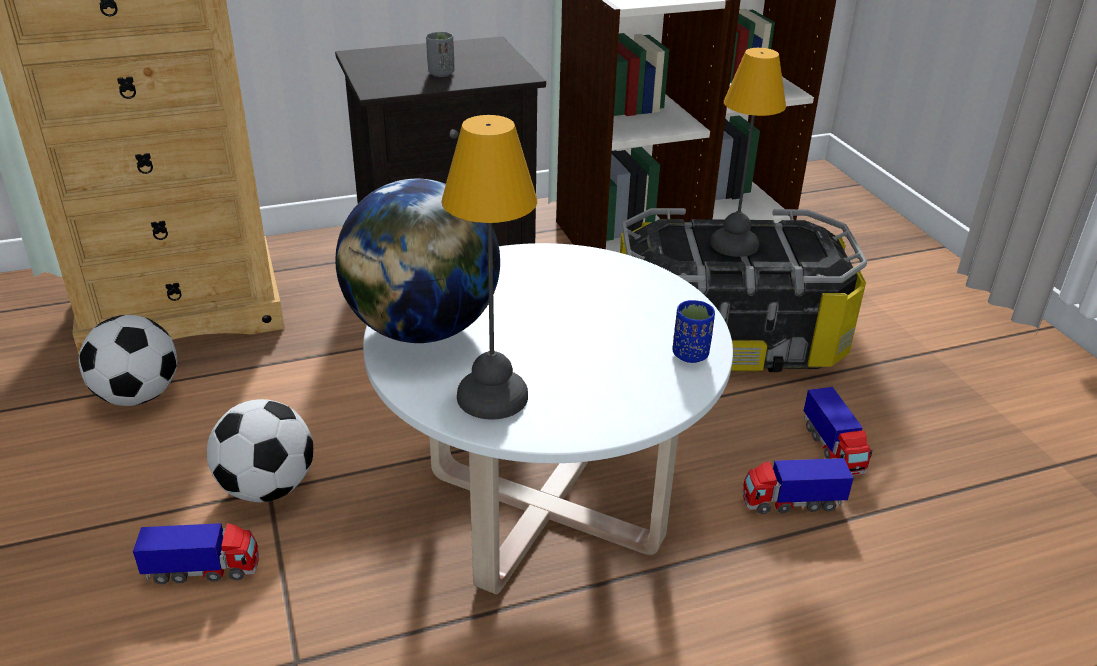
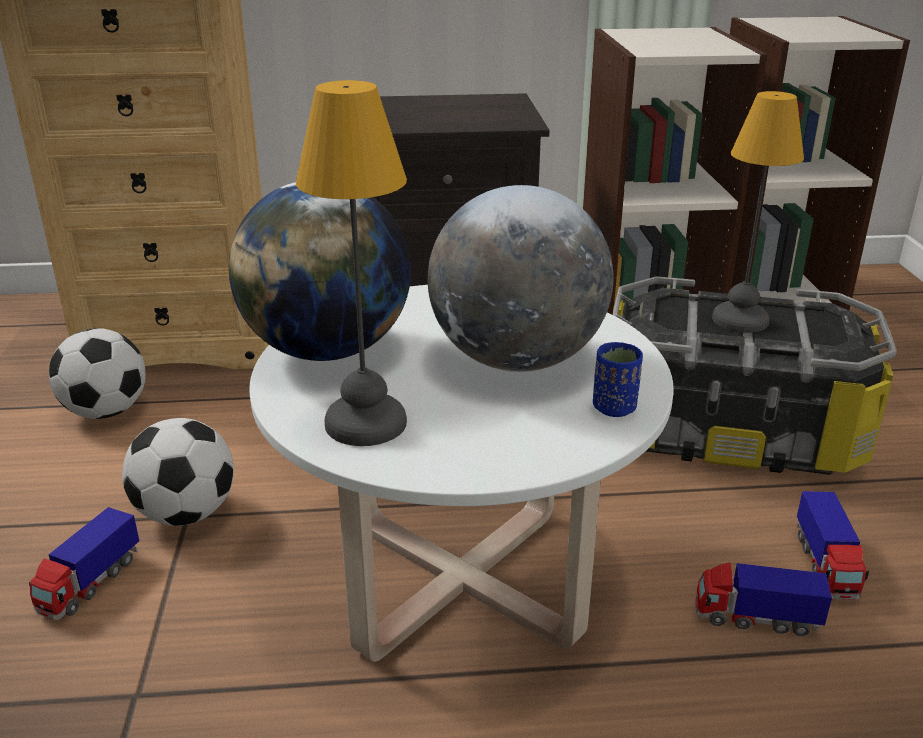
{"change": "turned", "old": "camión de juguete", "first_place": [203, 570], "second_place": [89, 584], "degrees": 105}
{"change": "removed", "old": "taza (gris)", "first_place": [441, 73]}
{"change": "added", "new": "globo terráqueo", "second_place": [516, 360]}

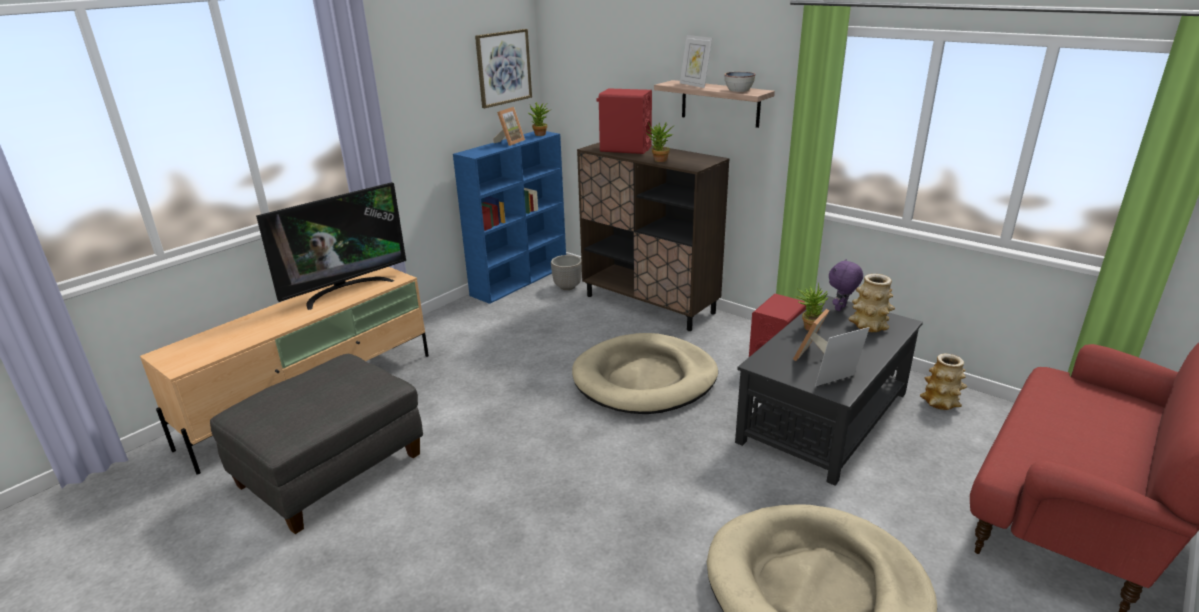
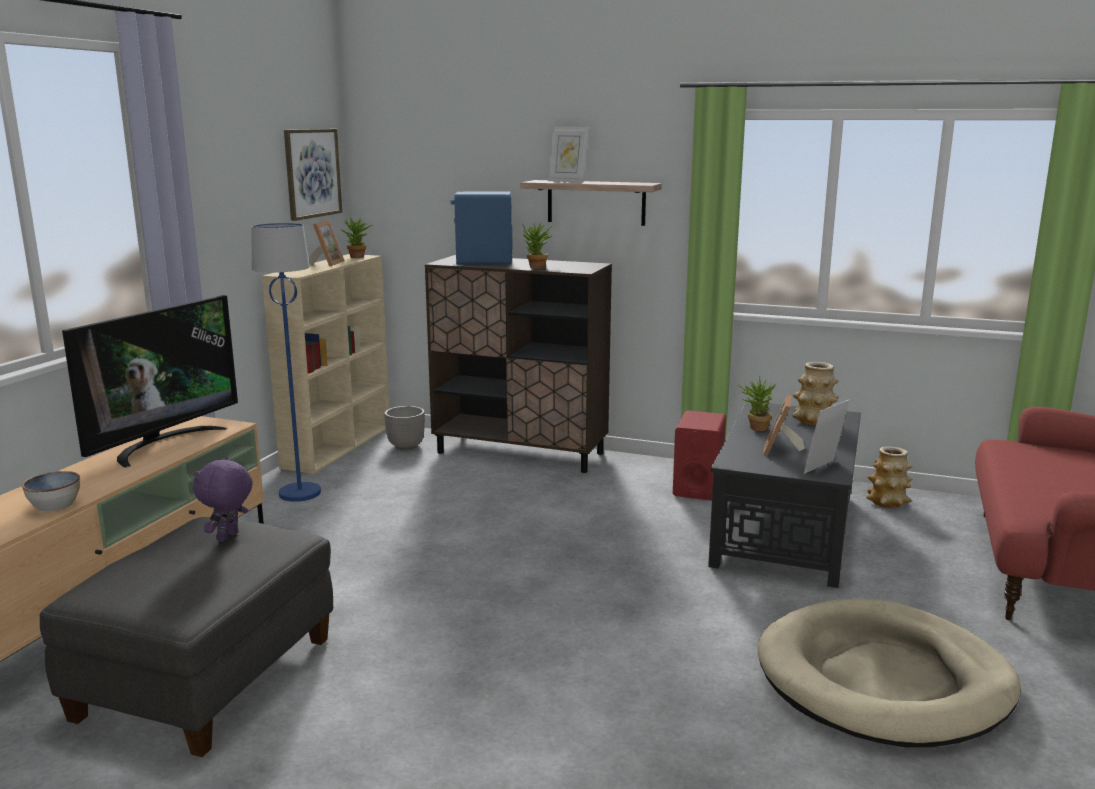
{"change": "recoloured", "old": "estantería (azul)", "new": "estantería (beis)", "first_place": [520, 280], "second_place": [338, 446]}
{"change": "removed", "old": "cama para perro (beis)", "first_place": [645, 379]}
{"change": "recoloured", "old": "altavoz (rojo)", "new": "altavoz (azul)", "first_place": [625, 149], "second_place": [484, 261]}
{"change": "moved", "old": "cuenco", "first_place": [738, 90], "second_place": [55, 505]}
{"change": "moved", "old": "peluche (morado)", "first_place": [841, 308], "second_place": [228, 537]}
{"change": "added", "new": "lámpara de pie (azul)", "second_place": [299, 493]}

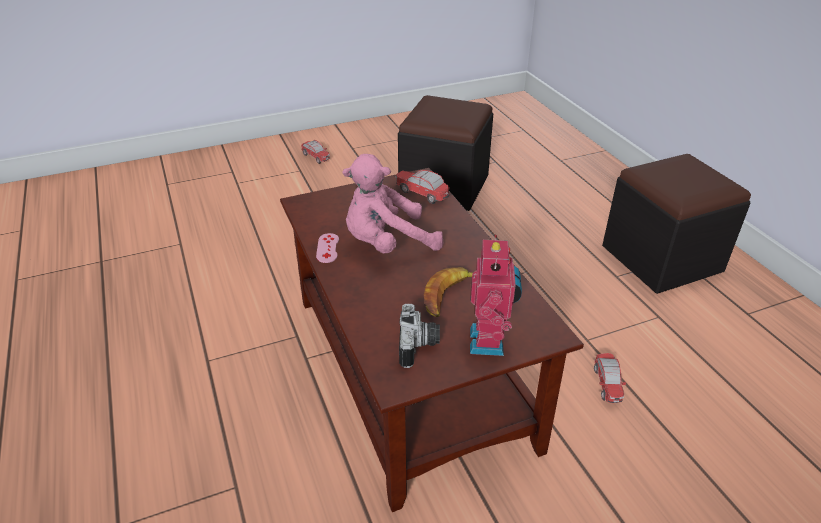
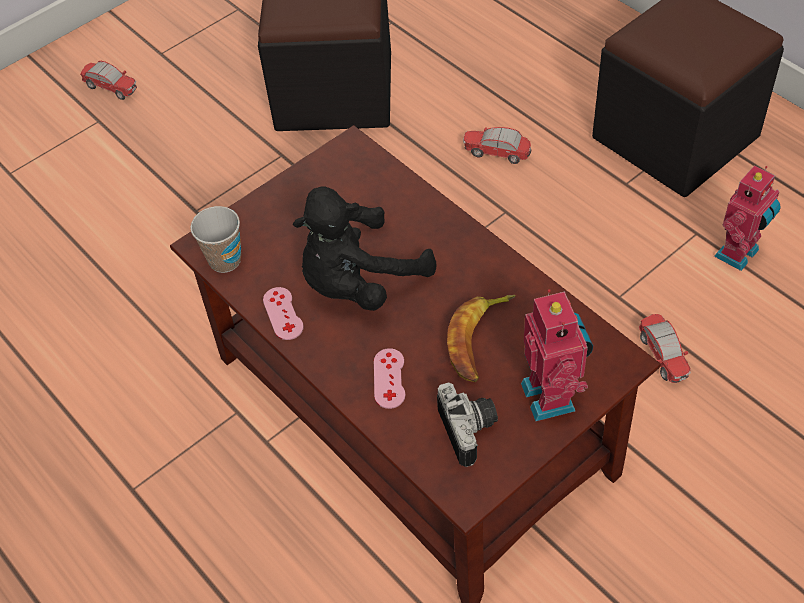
{"change": "recoloured", "old": "peluche (rosa)", "new": "peluche (negro)", "first_place": [387, 244], "second_place": [359, 281]}
{"change": "moved", "old": "coche de juguete", "first_place": [422, 195], "second_place": [497, 154]}
{"change": "added", "new": "taza", "second_place": [225, 260]}
{"change": "added", "new": "mando de consola (rosa)", "second_place": [389, 378]}
{"change": "added", "new": "robot de juguete", "second_place": [739, 254]}

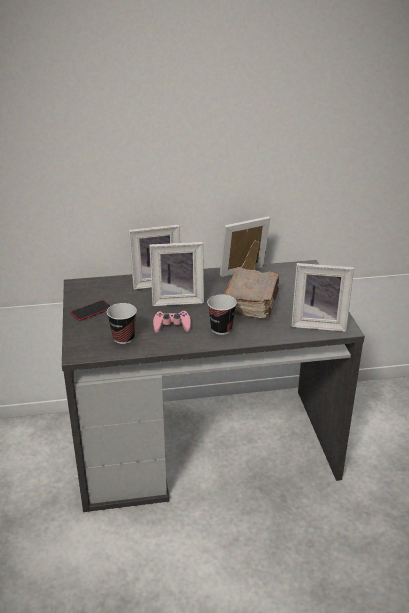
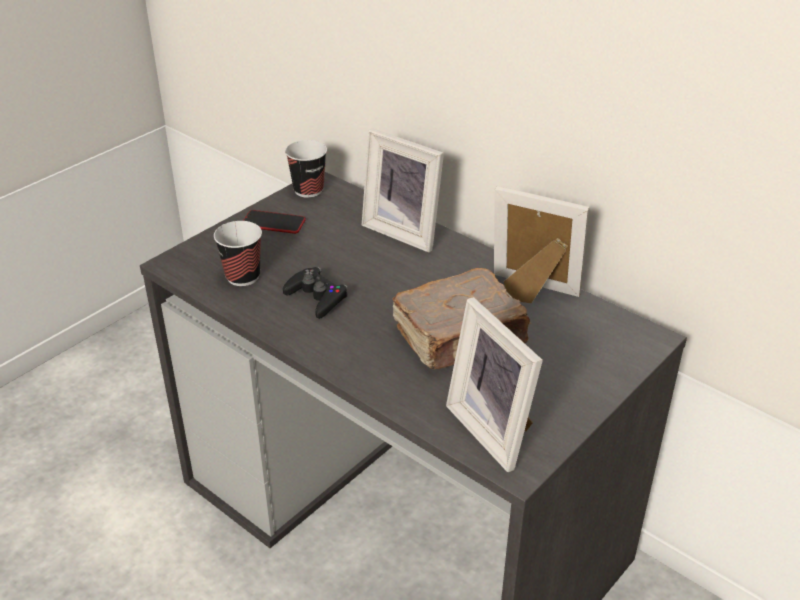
{"change": "removed", "old": "portarretratos", "first_place": [177, 299]}
{"change": "recoloured", "old": "mando de consola (rosa)", "new": "mando de consola (negro)", "first_place": [172, 325], "second_place": [316, 297]}
{"change": "moved", "old": "taza", "first_place": [221, 329], "second_place": [308, 190]}

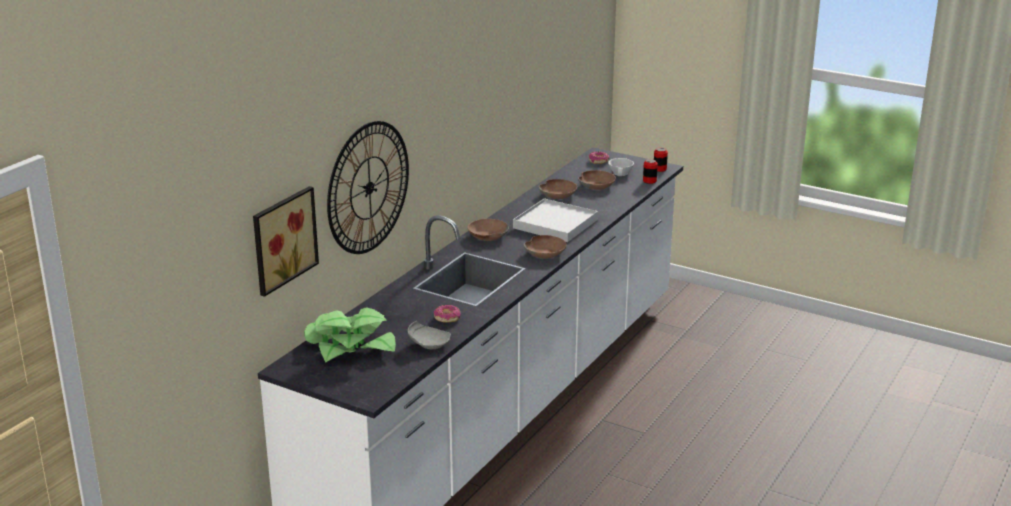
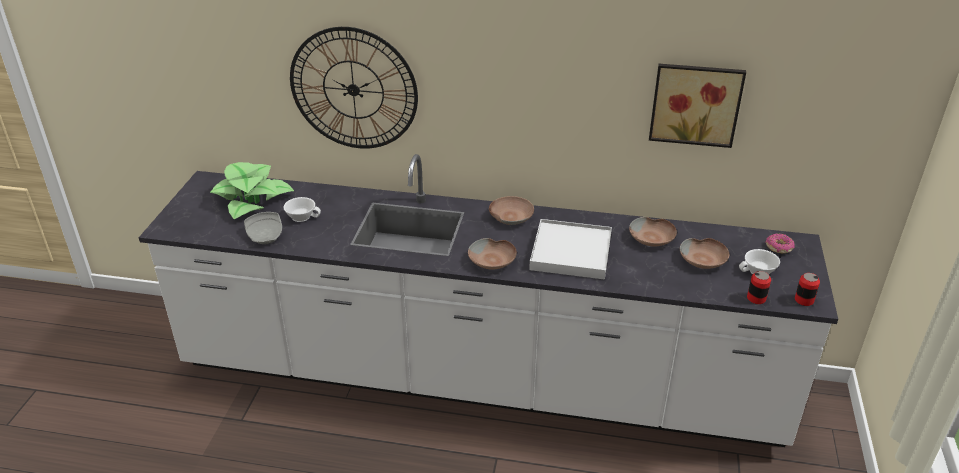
{"change": "moved", "old": "cuadro", "first_place": [282, 239], "second_place": [695, 103]}
{"change": "removed", "old": "rosquilla", "first_place": [447, 318]}
{"change": "added", "new": "taza (blanco)", "second_place": [302, 216]}

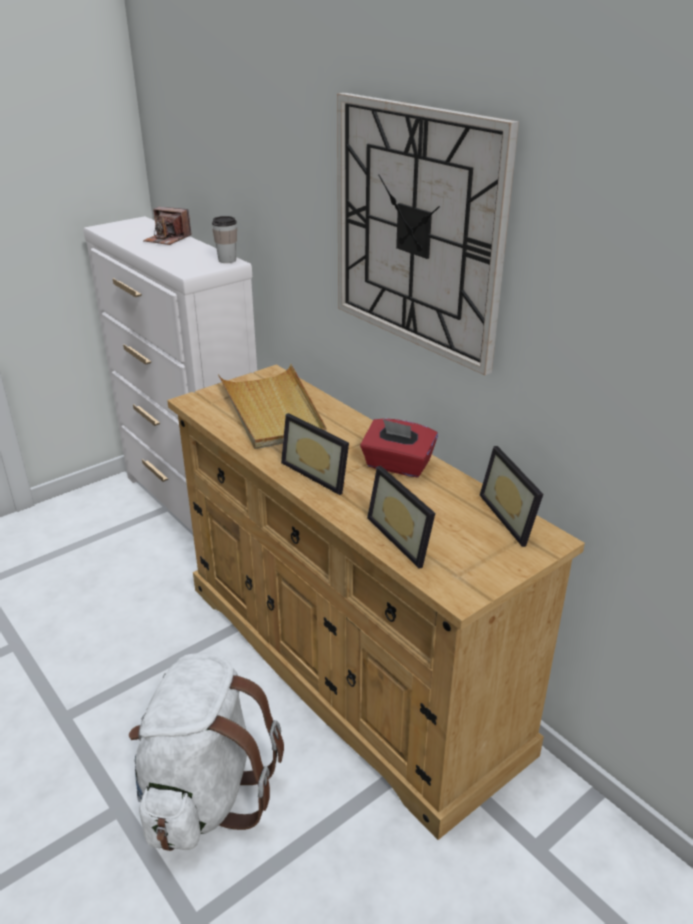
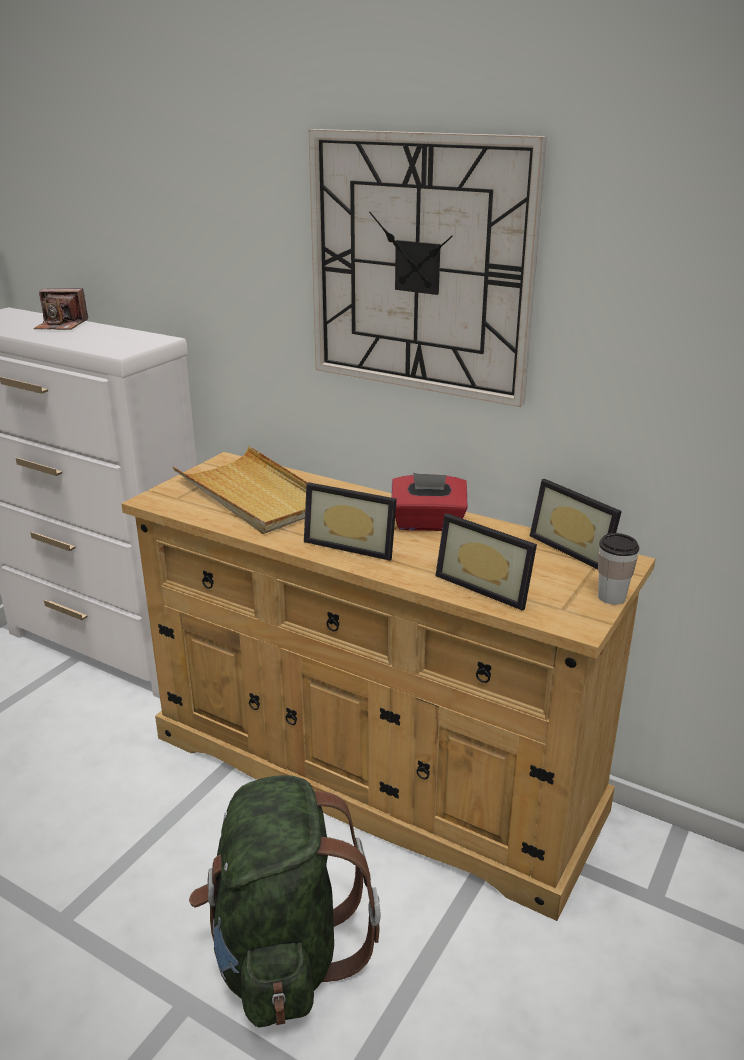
{"change": "recoloured", "old": "mochila (blanco)", "new": "mochila (verde)", "first_place": [204, 793], "second_place": [282, 953]}
{"change": "moved", "old": "taza", "first_place": [227, 260], "second_place": [611, 597]}

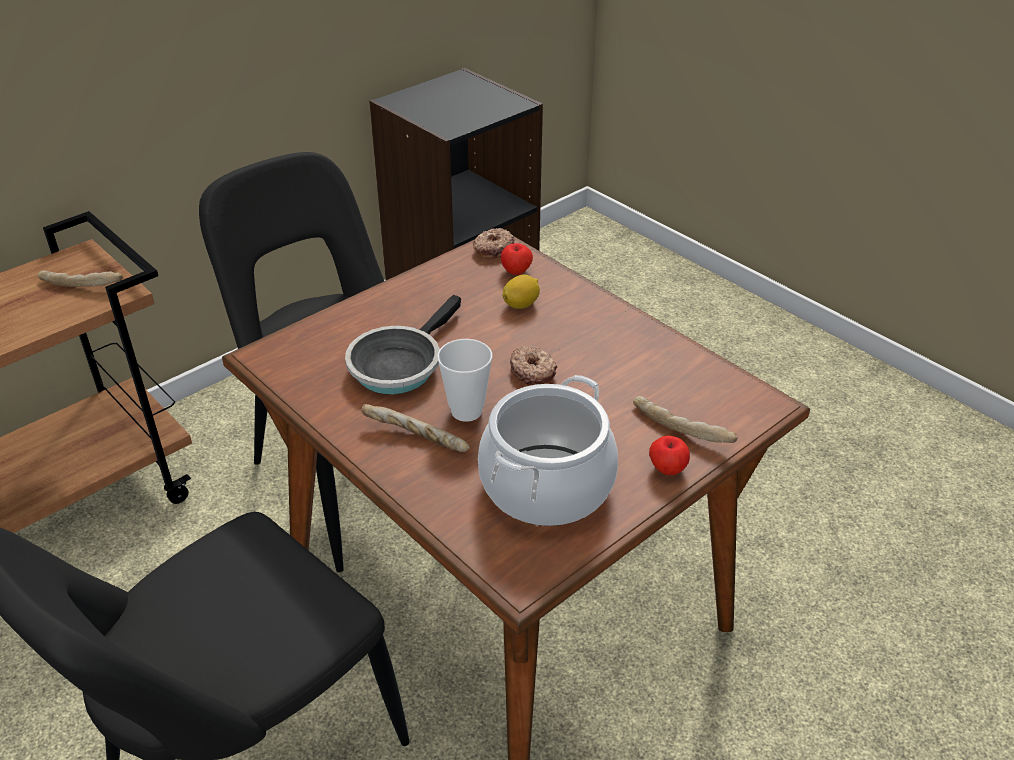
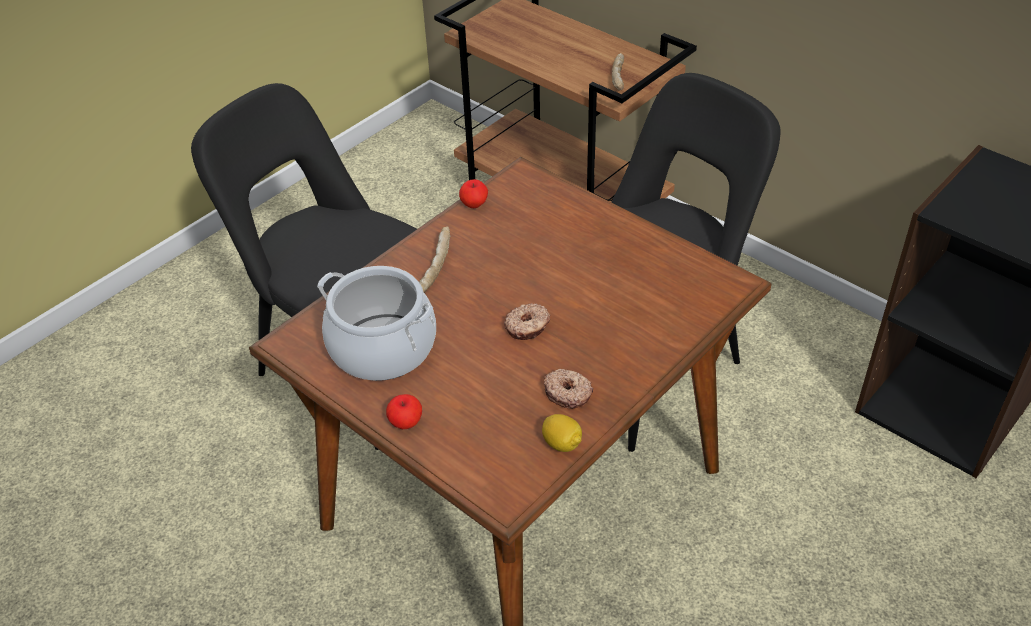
{"change": "removed", "old": "sartén", "first_place": [399, 364]}
{"change": "removed", "old": "taza", "first_place": [466, 411]}
{"change": "moved", "old": "rosquilla", "first_place": [493, 249], "second_place": [568, 393]}
{"change": "moved", "old": "manzana", "first_place": [516, 271], "second_place": [474, 204]}
{"change": "moved", "old": "limón", "first_place": [521, 304], "second_place": [562, 443]}
{"change": "removed", "old": "pan", "first_place": [682, 428]}

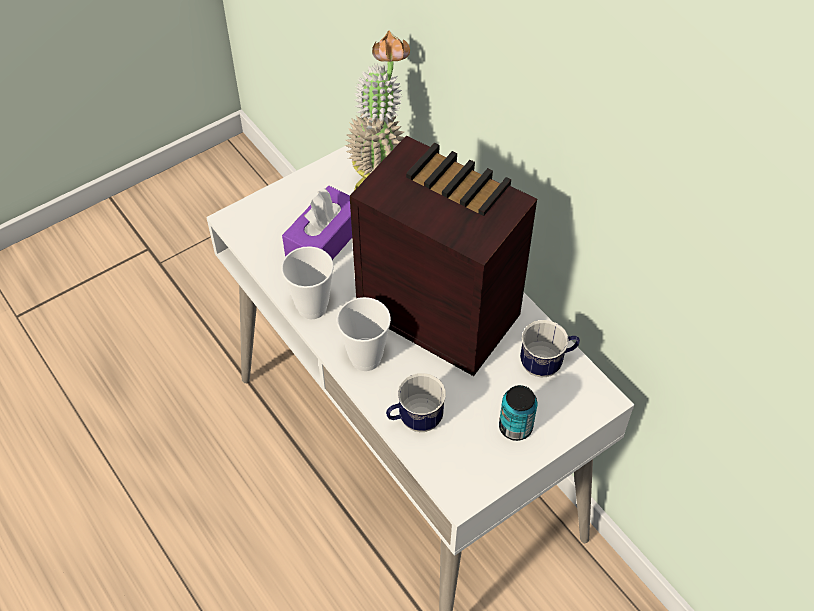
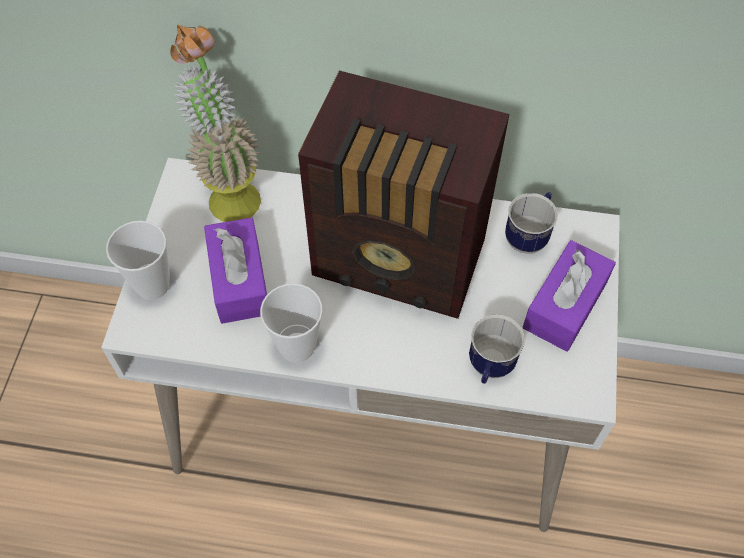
{"change": "moved", "old": "taza", "first_place": [365, 358], "second_place": [153, 285]}
{"change": "turned", "old": "radio", "first_place": [437, 310], "second_place": [401, 262], "degrees": -150}
{"change": "replaced", "old": "lata", "new": "caja de pañuelos (morado)", "first_place": [515, 427], "second_place": [565, 305]}

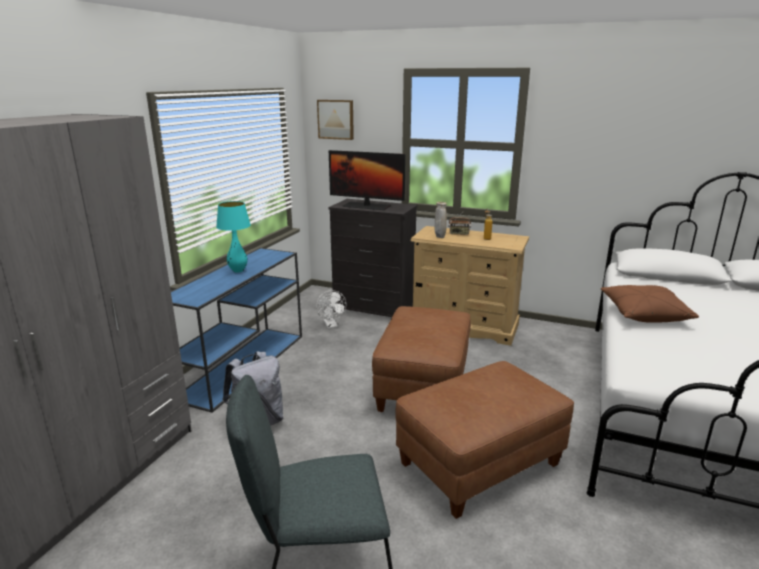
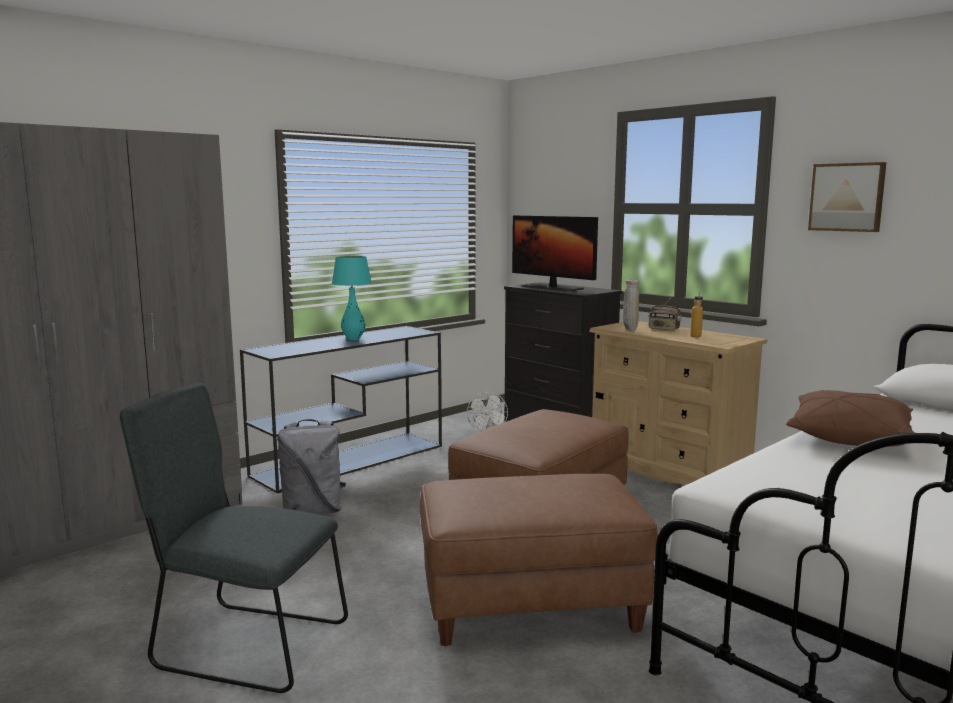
{"change": "moved", "old": "cuadro", "first_place": [336, 119], "second_place": [847, 197]}

